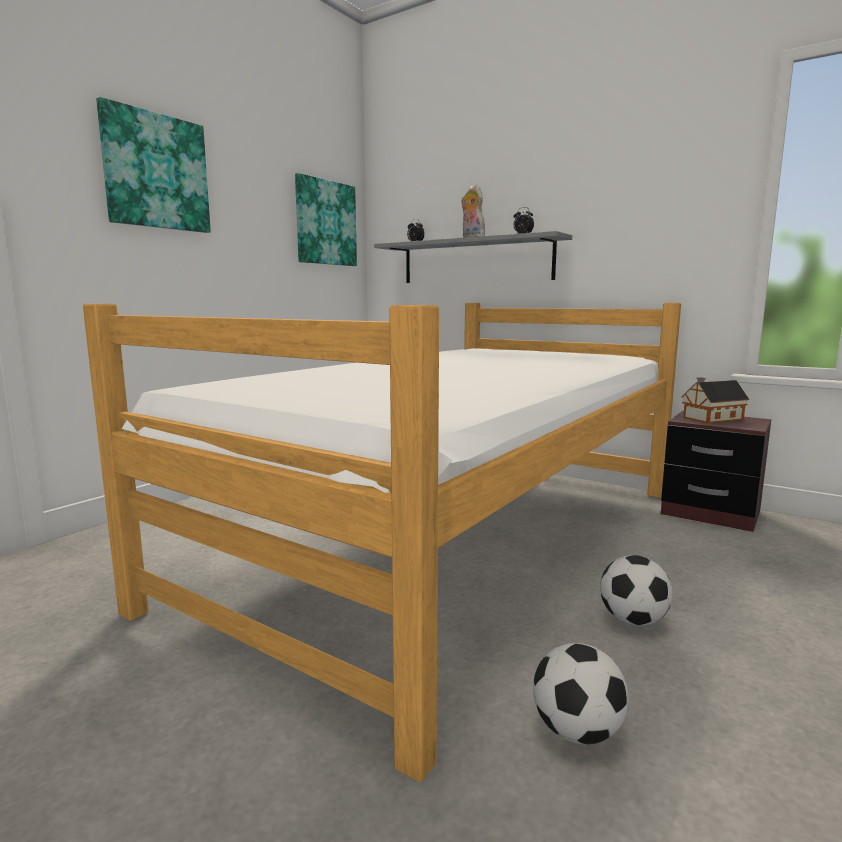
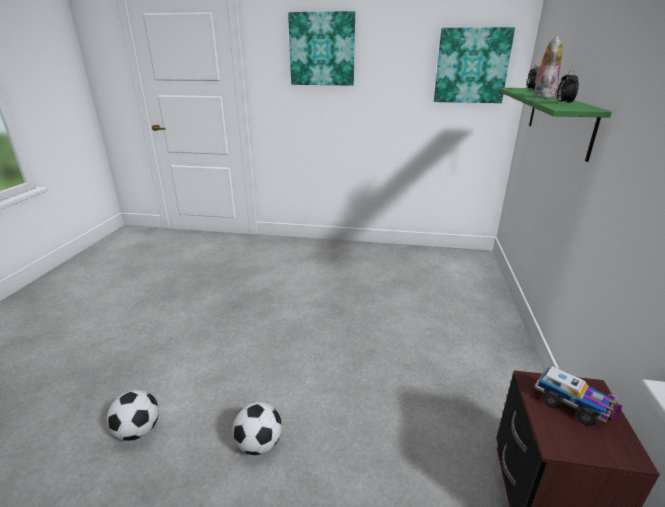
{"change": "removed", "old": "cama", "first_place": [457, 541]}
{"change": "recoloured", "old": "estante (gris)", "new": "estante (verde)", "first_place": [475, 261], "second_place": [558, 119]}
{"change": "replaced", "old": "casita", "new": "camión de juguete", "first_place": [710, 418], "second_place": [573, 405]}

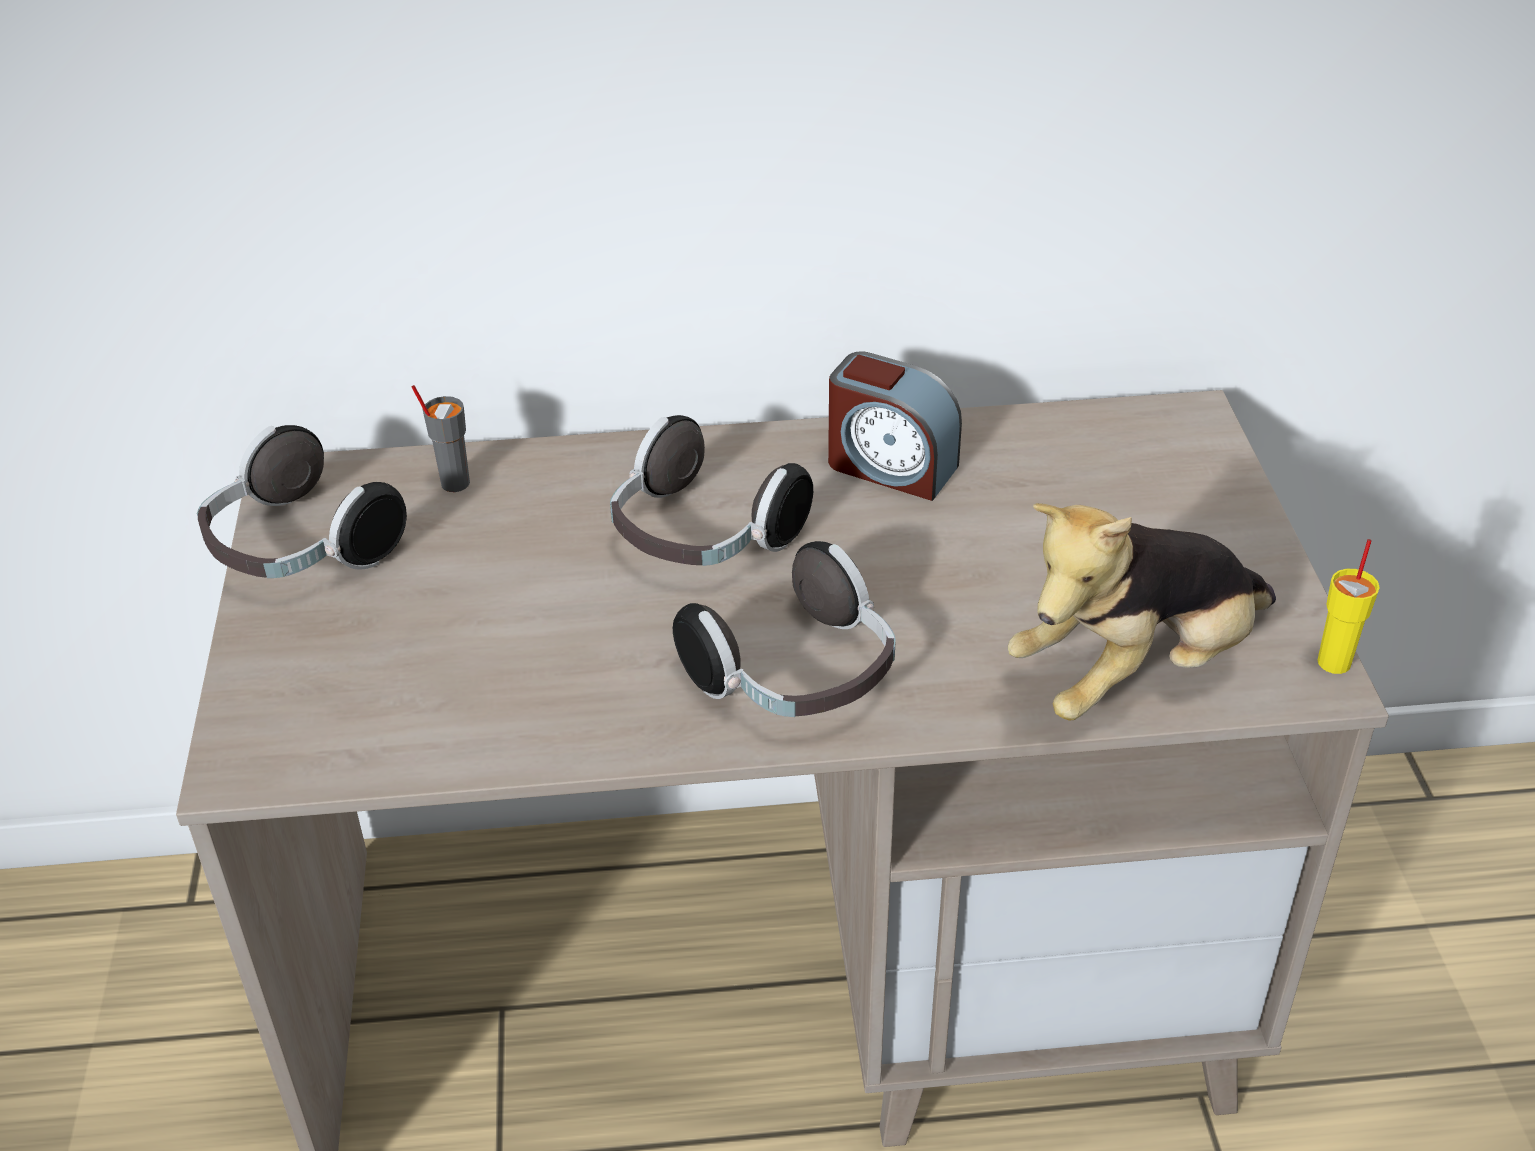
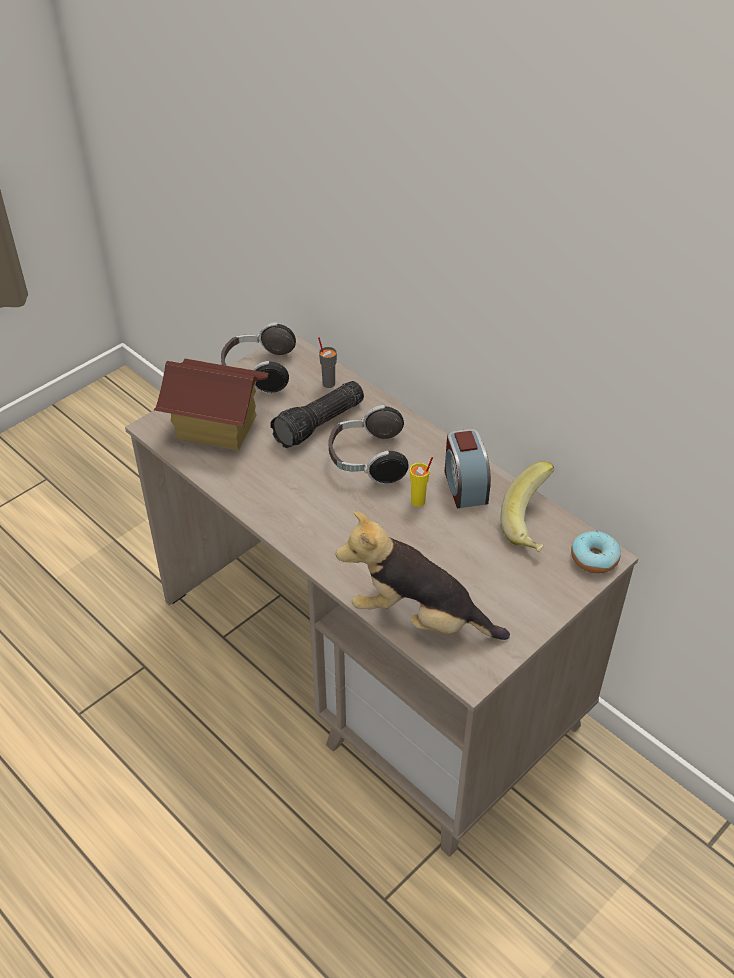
{"change": "removed", "old": "auriculares", "first_place": [797, 677]}
{"change": "moved", "old": "taza (amarillo)", "first_place": [1335, 662], "second_place": [418, 501]}
{"change": "added", "new": "casita", "second_place": [216, 427]}
{"change": "added", "new": "linterna", "second_place": [320, 425]}
{"change": "added", "new": "plátano", "second_place": [533, 525]}
{"change": "added", "new": "rosquilla", "second_place": [594, 558]}

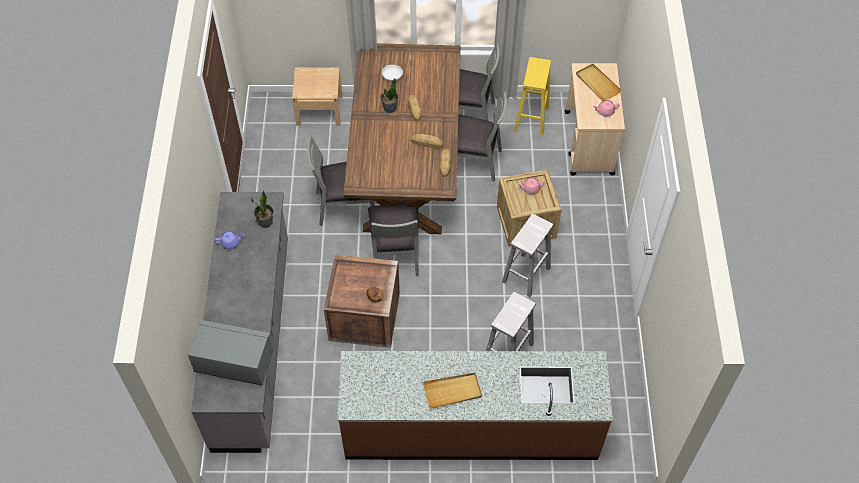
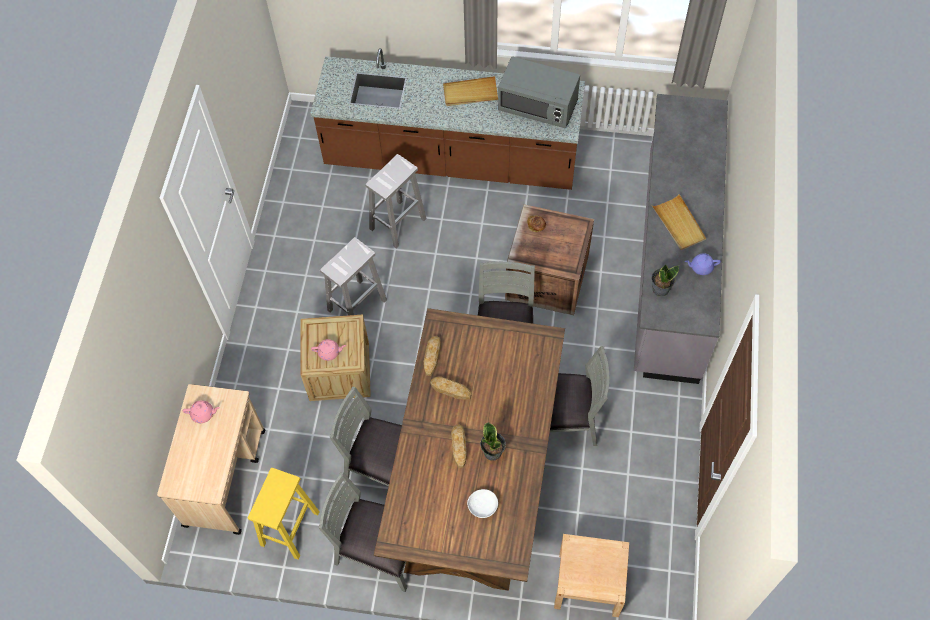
{"change": "moved", "old": "microondas (gris)", "first_place": [234, 363], "second_place": [538, 106]}
{"change": "moved", "old": "bandeja (beis)", "first_place": [597, 83], "second_place": [679, 224]}

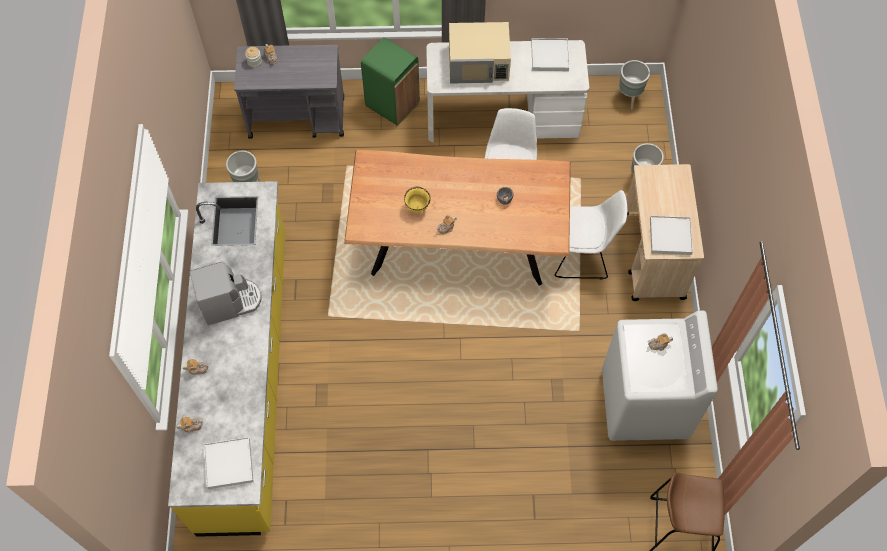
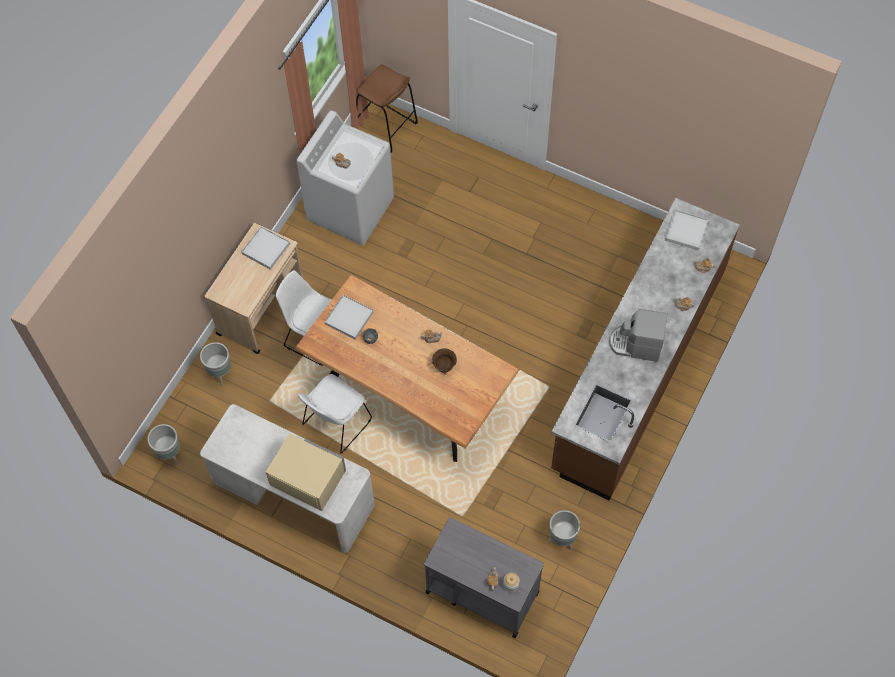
{"change": "recoloured", "old": "mueble bajo de cocina (amarillo)", "new": "mueble bajo de cocina (marrón)", "first_place": [246, 377], "second_place": [637, 369]}
{"change": "removed", "old": "papelera (verde)", "first_place": [392, 104]}
{"change": "recoloured", "old": "cuenco (amarillo)", "new": "cuenco (marrón)", "first_place": [417, 207], "second_place": [444, 366]}
{"change": "moved", "old": "bandeja (blanco)", "first_place": [550, 56], "second_place": [349, 318]}

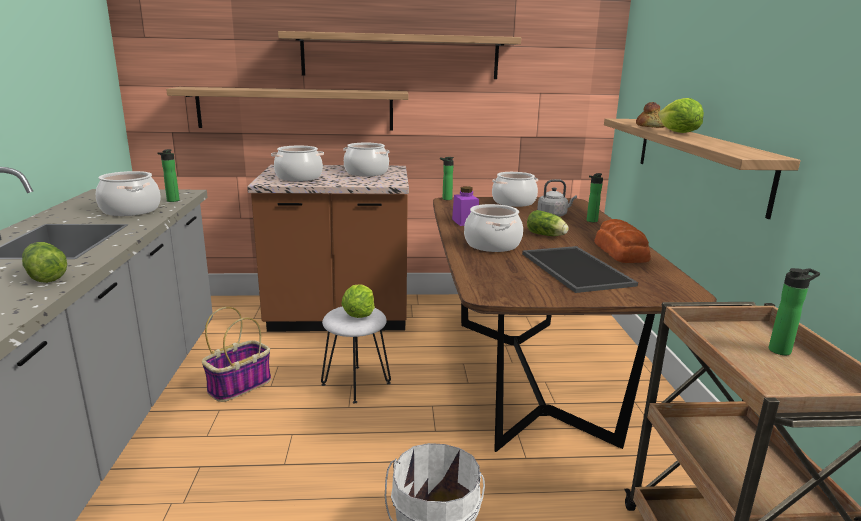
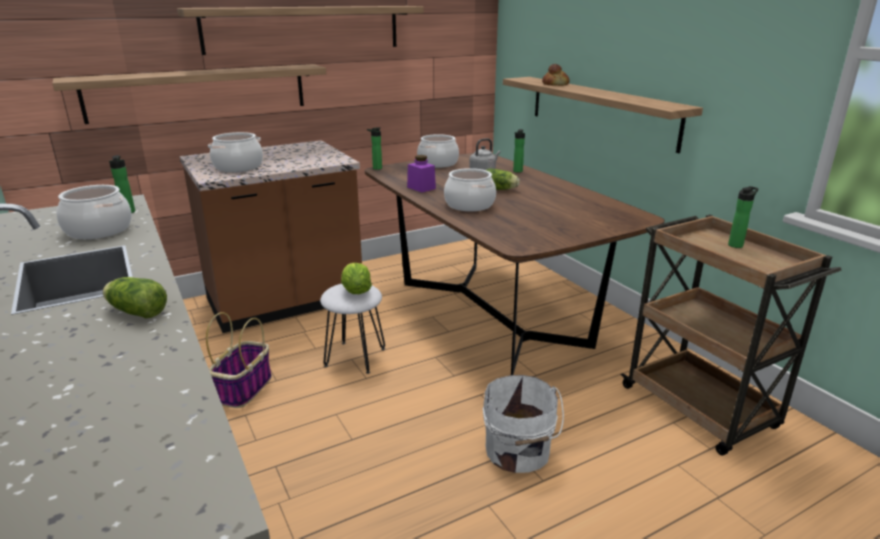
{"change": "removed", "old": "olla", "first_place": [366, 173]}
{"change": "removed", "old": "bandeja", "first_place": [578, 269]}
{"change": "removed", "old": "pan", "first_place": [620, 251]}
{"change": "removed", "old": "lechuga", "first_place": [677, 132]}

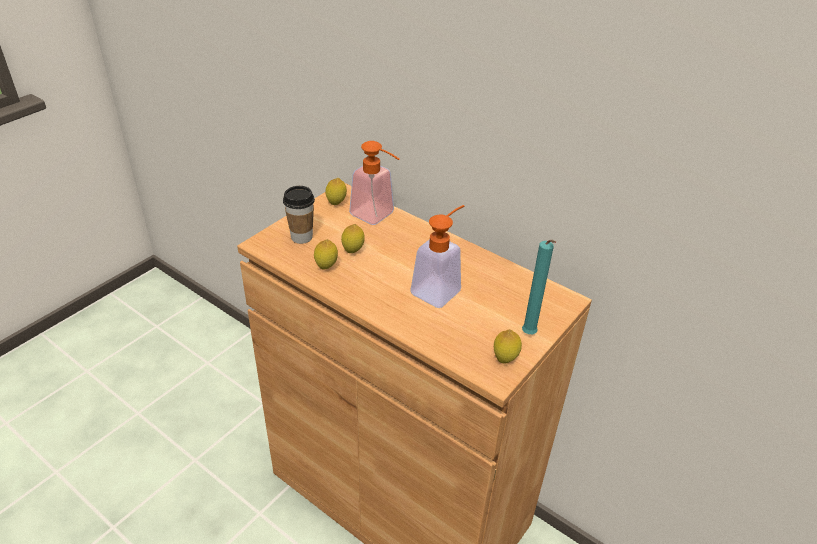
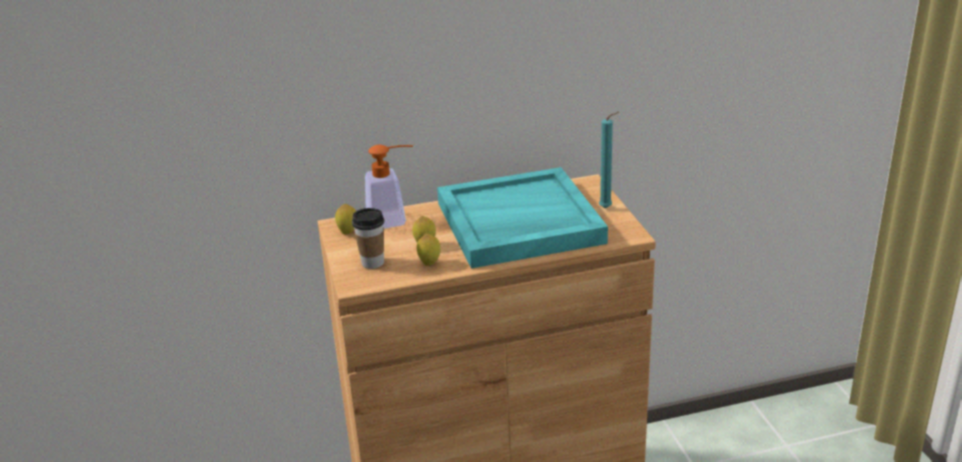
{"change": "replaced", "old": "dispensador de jabón", "new": "bandeja (turquesa)", "first_place": [440, 288], "second_place": [518, 223]}
{"change": "removed", "old": "limón", "first_place": [505, 359]}

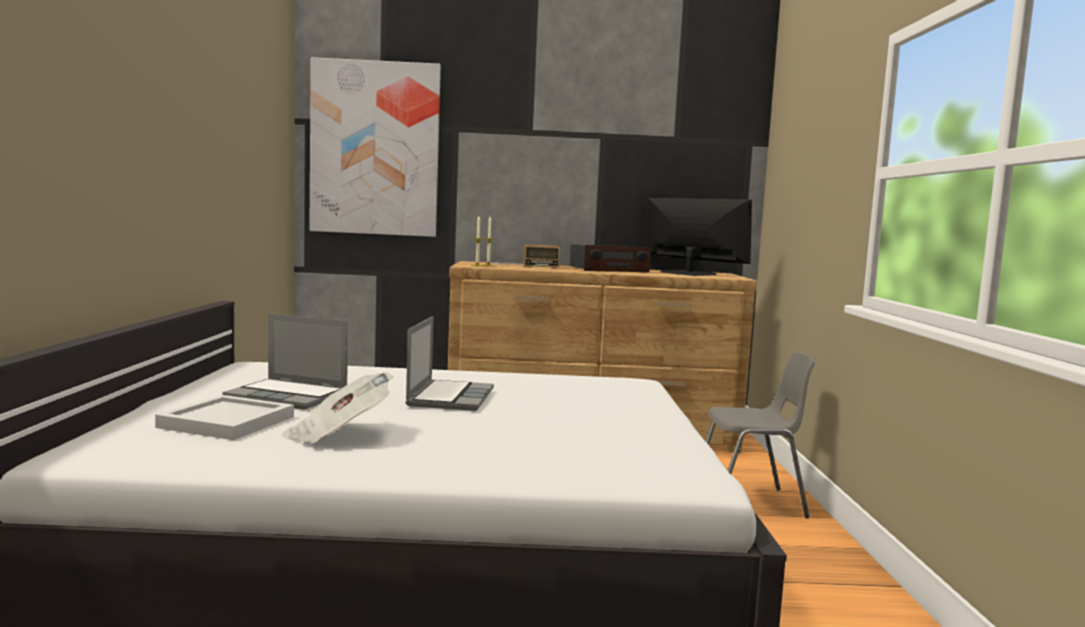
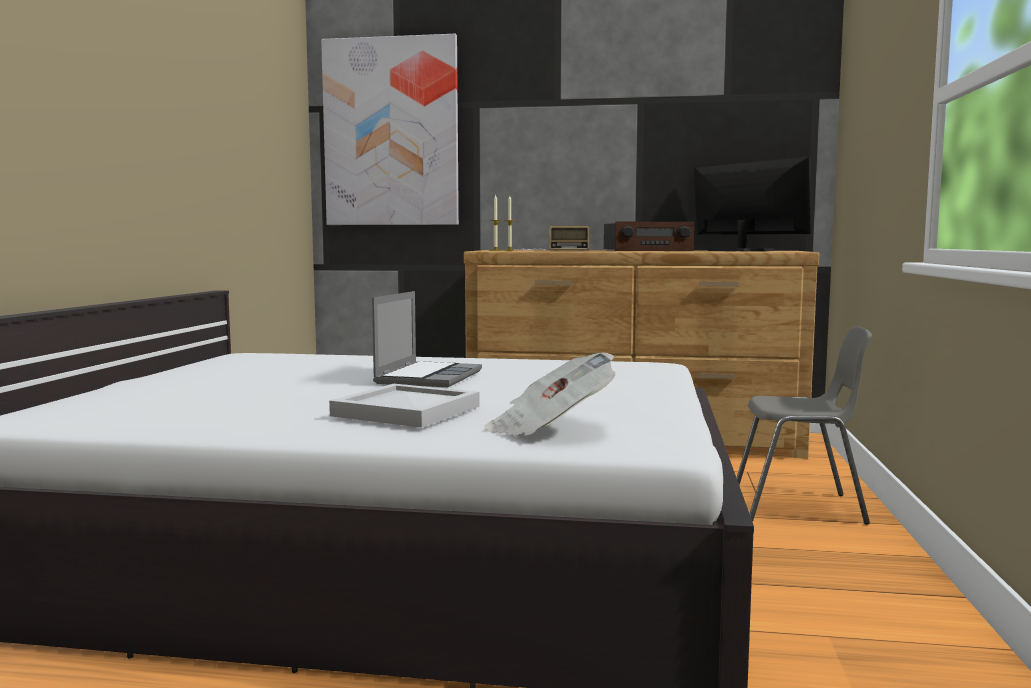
{"change": "moved", "old": "bandeja (blanco)", "first_place": [229, 422], "second_place": [409, 411]}
{"change": "removed", "old": "portátil", "first_place": [289, 396]}
{"change": "moved", "old": "periódico", "first_place": [338, 435], "second_place": [549, 429]}

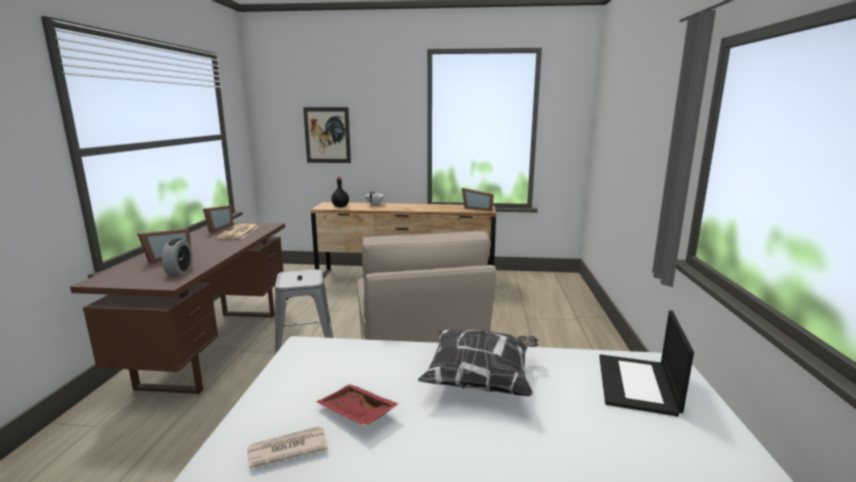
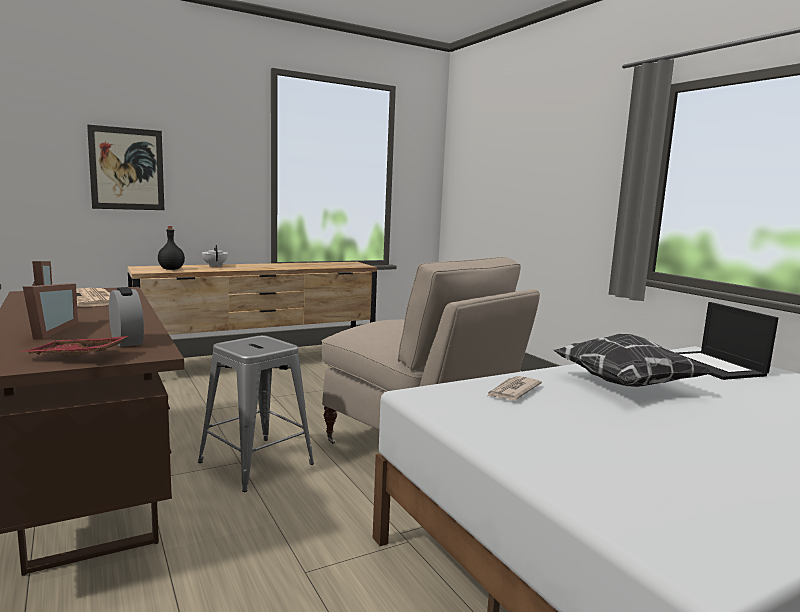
{"change": "moved", "old": "periódico", "first_place": [287, 449], "second_place": [512, 391]}
{"change": "moved", "old": "bandeja (rojo)", "first_place": [356, 414], "second_place": [76, 357]}
{"change": "removed", "old": "portarretratos", "first_place": [477, 208]}

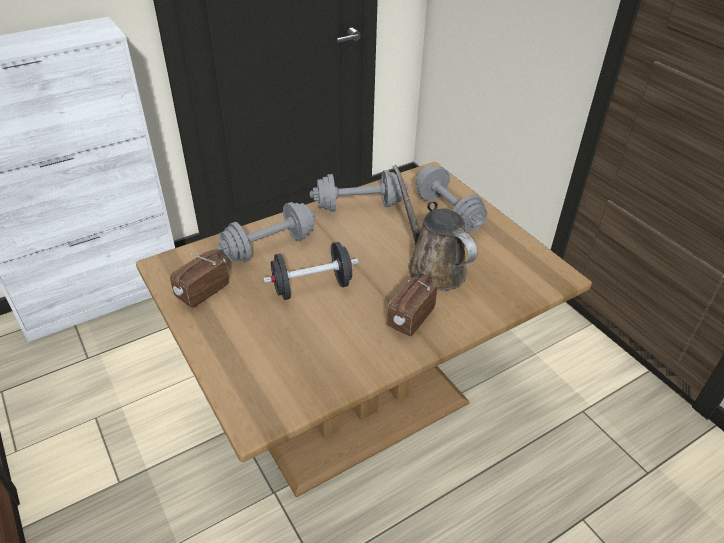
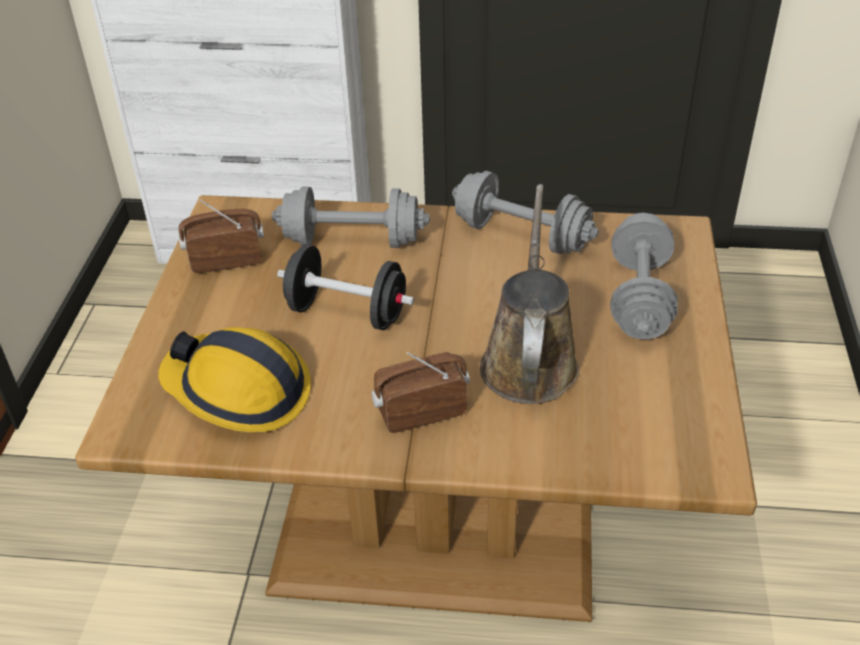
{"change": "added", "new": "casco", "second_place": [238, 391]}

